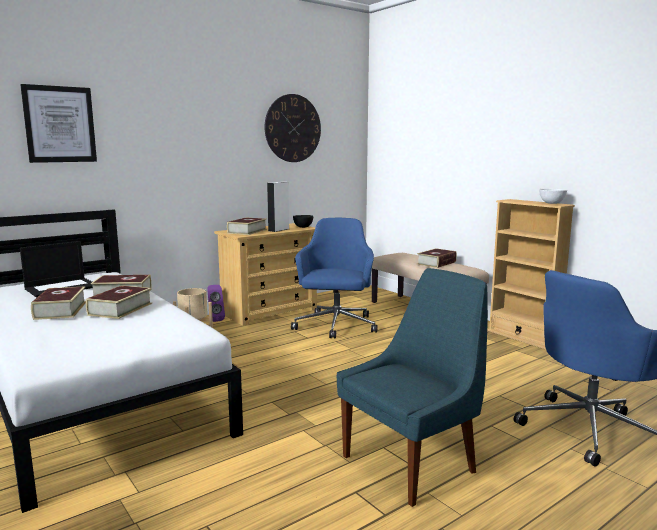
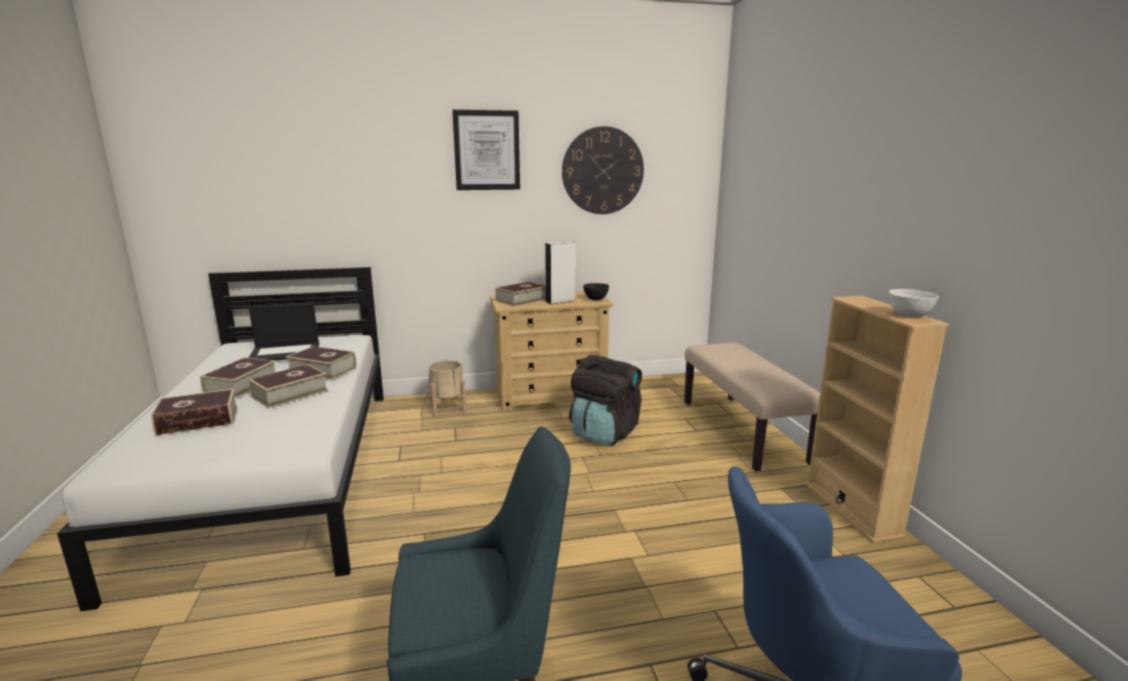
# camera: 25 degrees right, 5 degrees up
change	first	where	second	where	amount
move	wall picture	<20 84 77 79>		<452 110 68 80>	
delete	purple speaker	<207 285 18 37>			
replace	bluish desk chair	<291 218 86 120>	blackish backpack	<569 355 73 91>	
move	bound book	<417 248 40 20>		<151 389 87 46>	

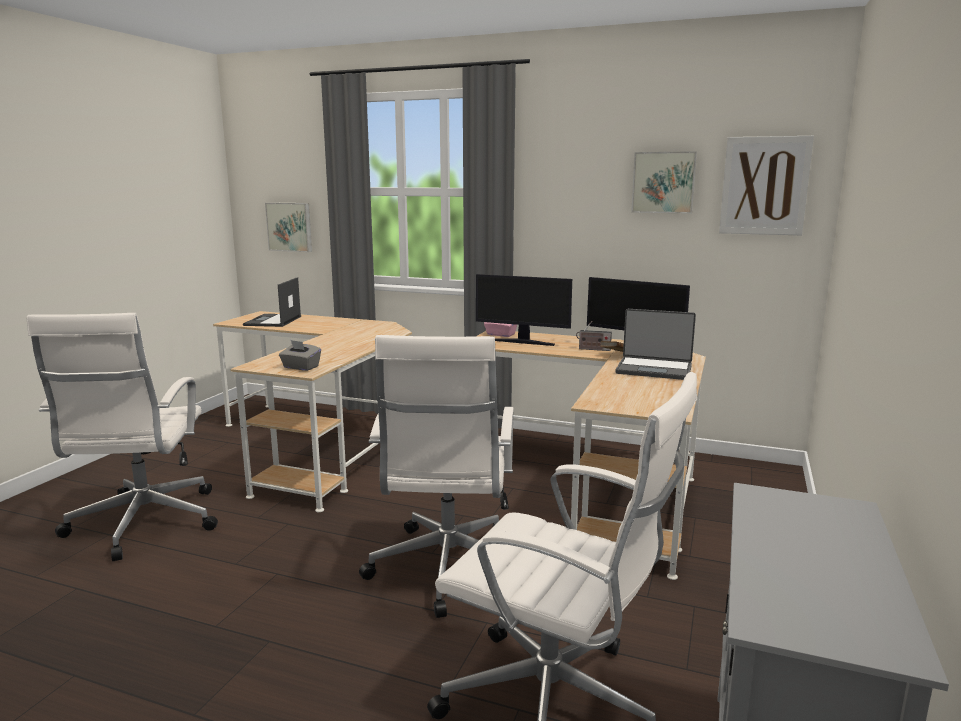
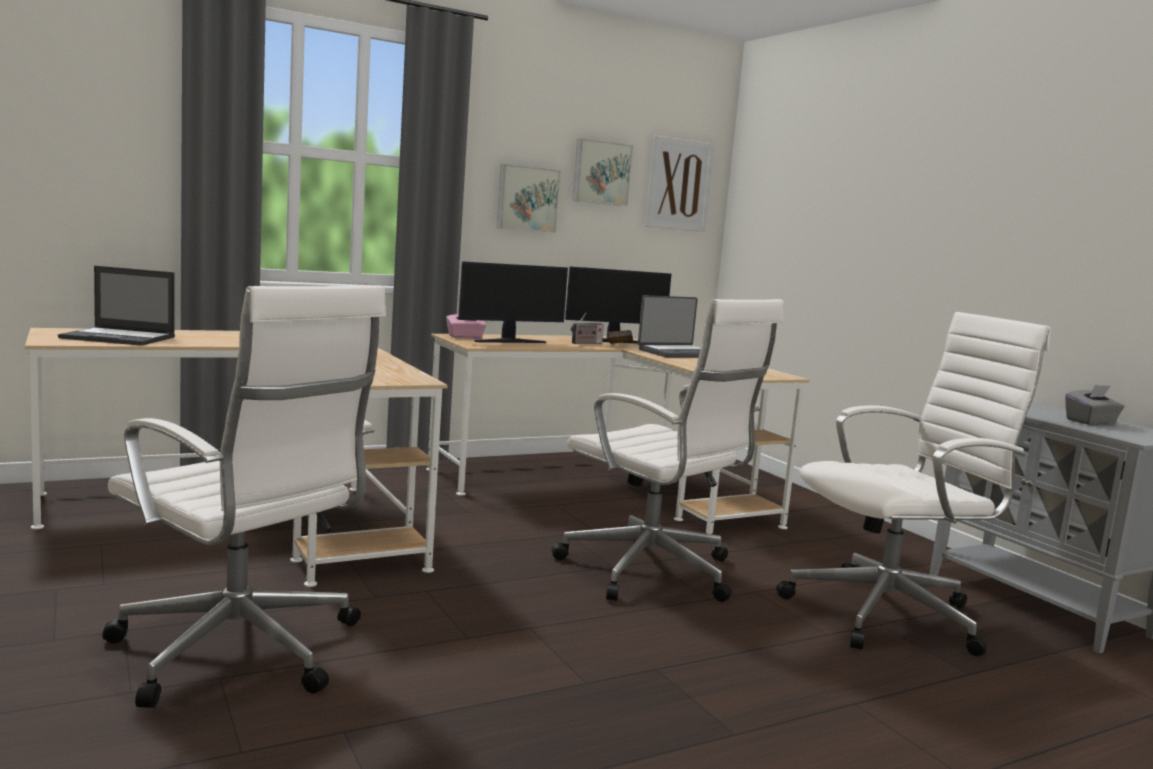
# camera: 50 degrees left, 5 degrees down
change	first	where	second	where	amount
rotate	laptop	<243 277 58 50>		<58 266 117 80>	45 degrees counterclockwise
move	wall picture	<265 202 47 50>		<497 164 64 69>	
move	greyish box of tissues	<279 340 42 31>		<1065 385 59 40>	

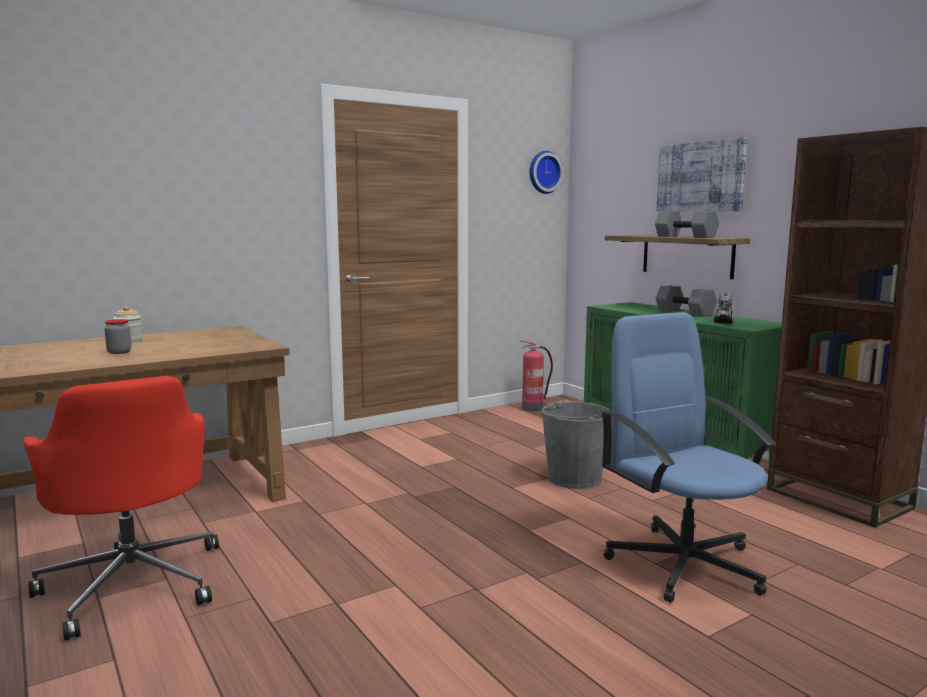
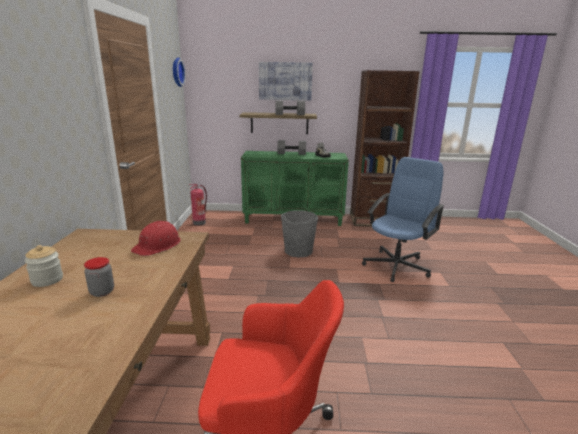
# camera: 55 degrees left, 10 degrees up
change	first	where	second	where	amount
rotate	bluish desk chair	<601 312 175 291>		<362 157 83 125>	120 degrees clockwise
insert			red hard hat	<131 221 50 35>	

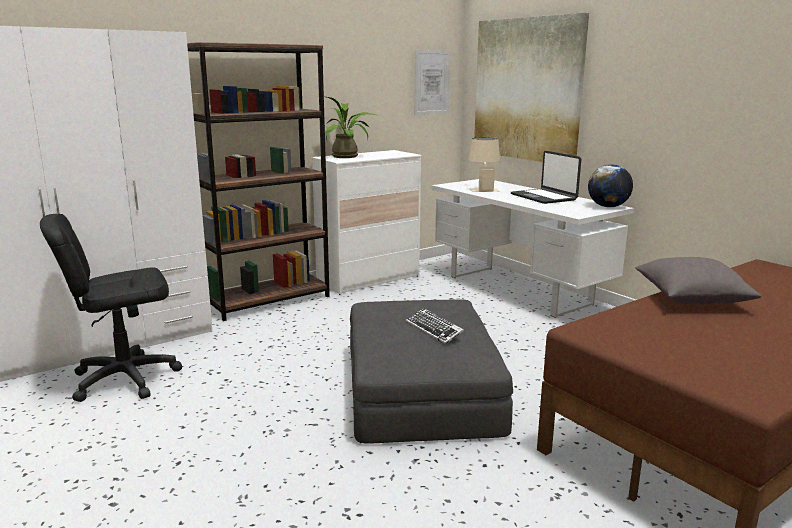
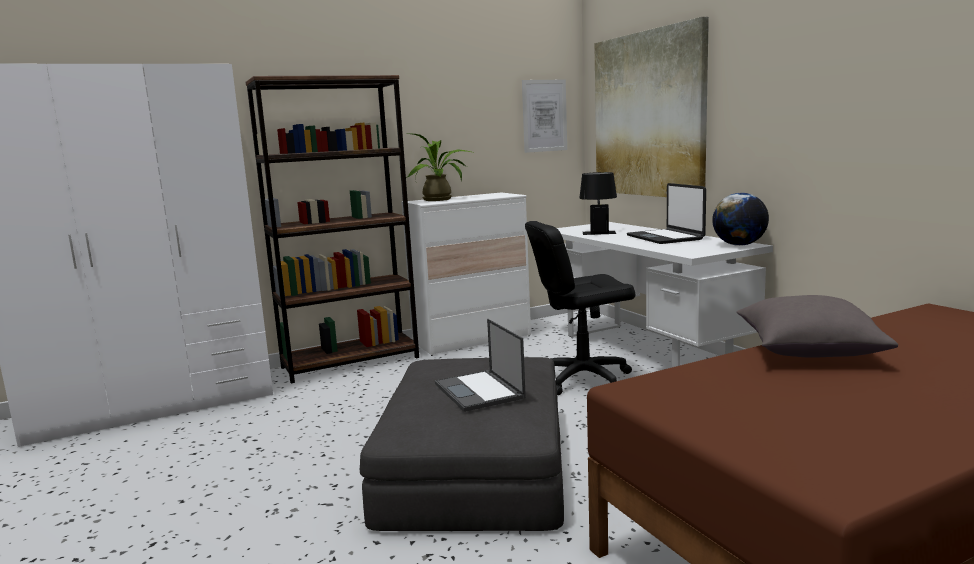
# camera: 10 degrees right, 5 degrees down
change	first	where	second	where	amount
move	blackish desk chair	<40 214 142 188>		<525 221 110 174>	
replace	PC keyboard	<406 308 58 36>	laptop	<435 319 91 93>	
recolor	beige-coloured table lamp	<468 137 32 55>	blackish table lamp	<579 172 38 63>	

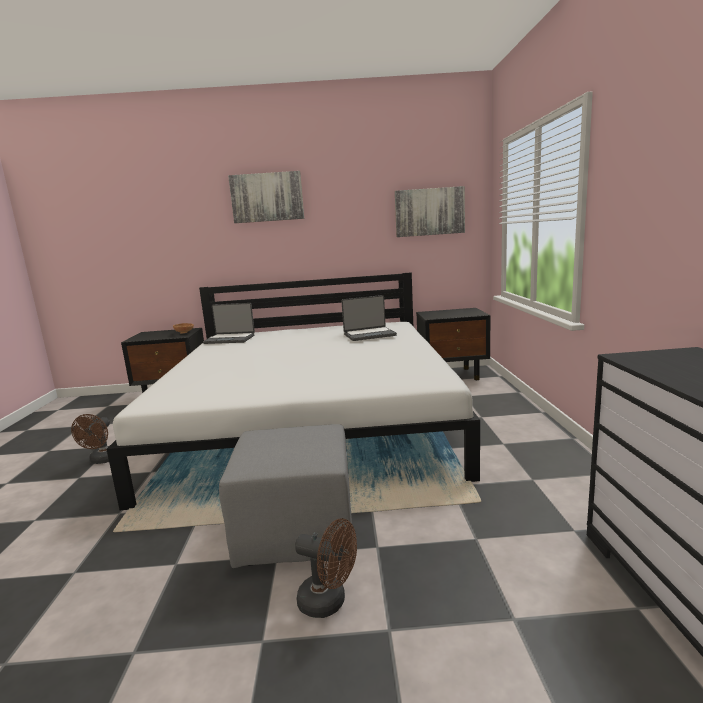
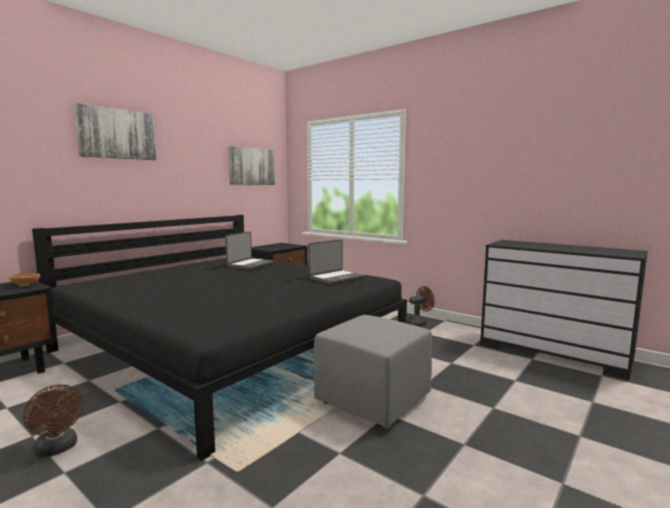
# camera: 50 degrees left, 5 degrees down
change	first	where	second	where	amount
recolor	white bedroom bed	<106 272 374 238>	blackish bedroom bed	<32 215 375 246>	
move	laptop	<203 303 52 41>		<308 239 56 46>	
move	brownish fan	<295 518 62 100>		<407 286 28 41>	

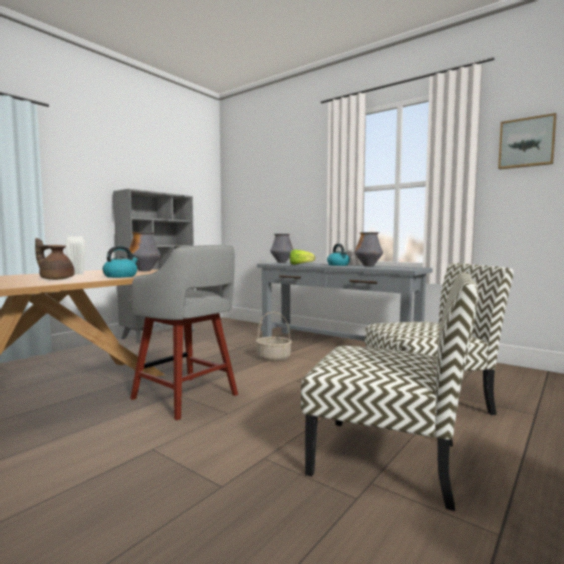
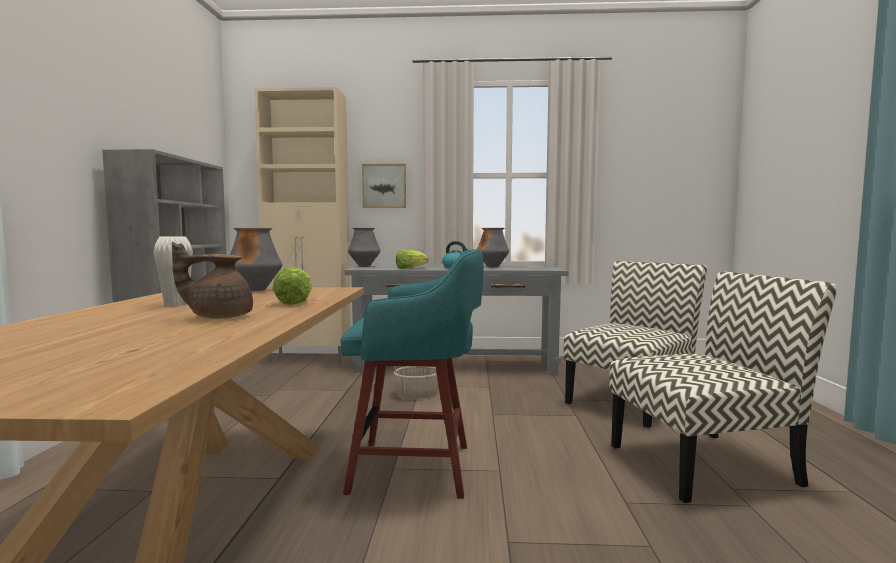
# camera: 35 degrees left, 0 degrees up
change	first	where	second	where	amount
replace	kettle	<103 246 36 32>	lettuce	<273 267 39 38>	
recolor	greyish stool	<129 245 109 175>	blue-green stool	<340 249 144 250>	
move	wall picture	<498 113 59 57>		<362 164 44 44>	
insert			beige-coloured cupboard	<254 87 97 276>	

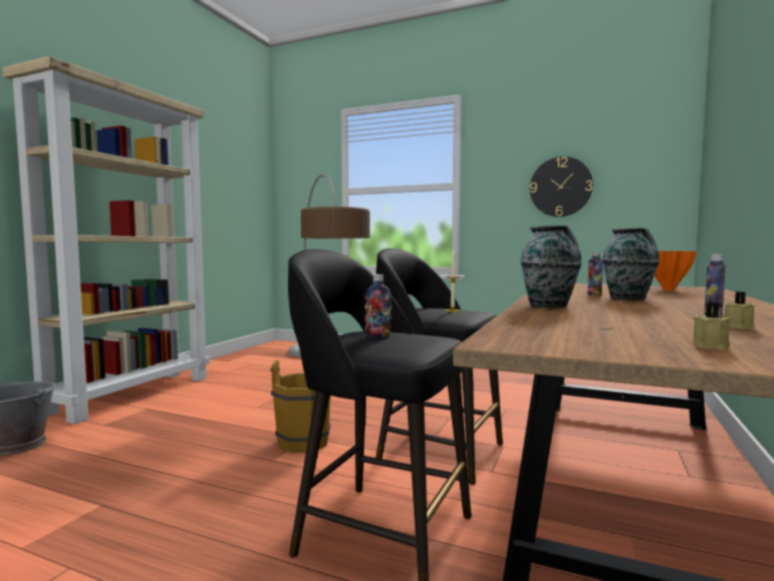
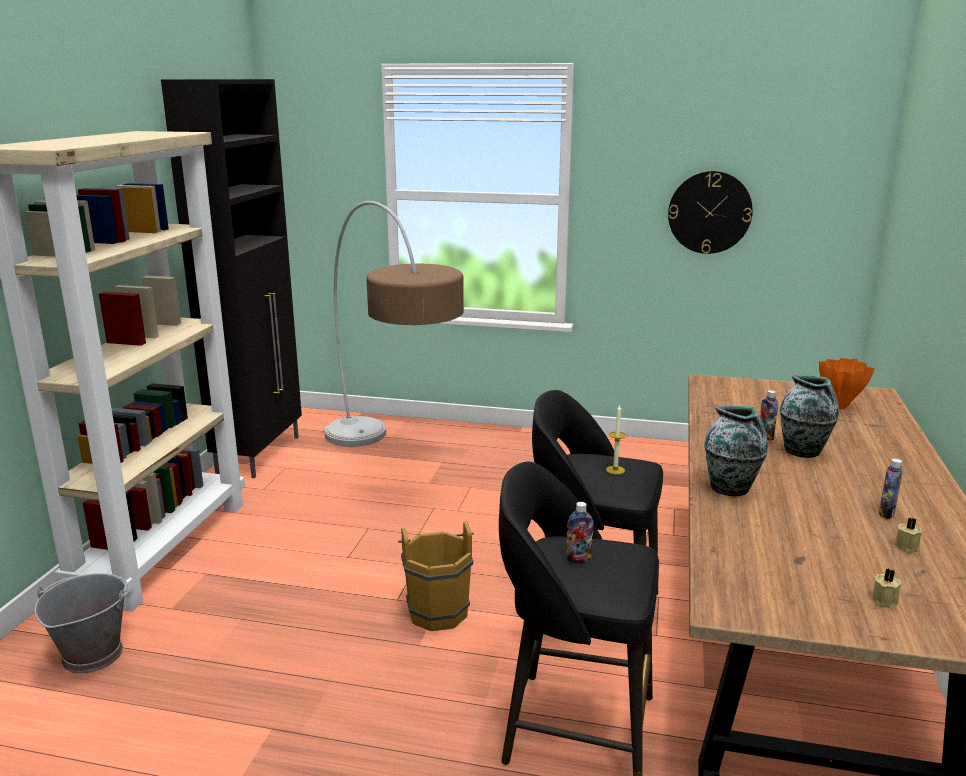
# camera: 10 degrees left, 15 degrees up
change	first	where	second	where	amount
insert			blackish cupboard	<161 79 141 399>	

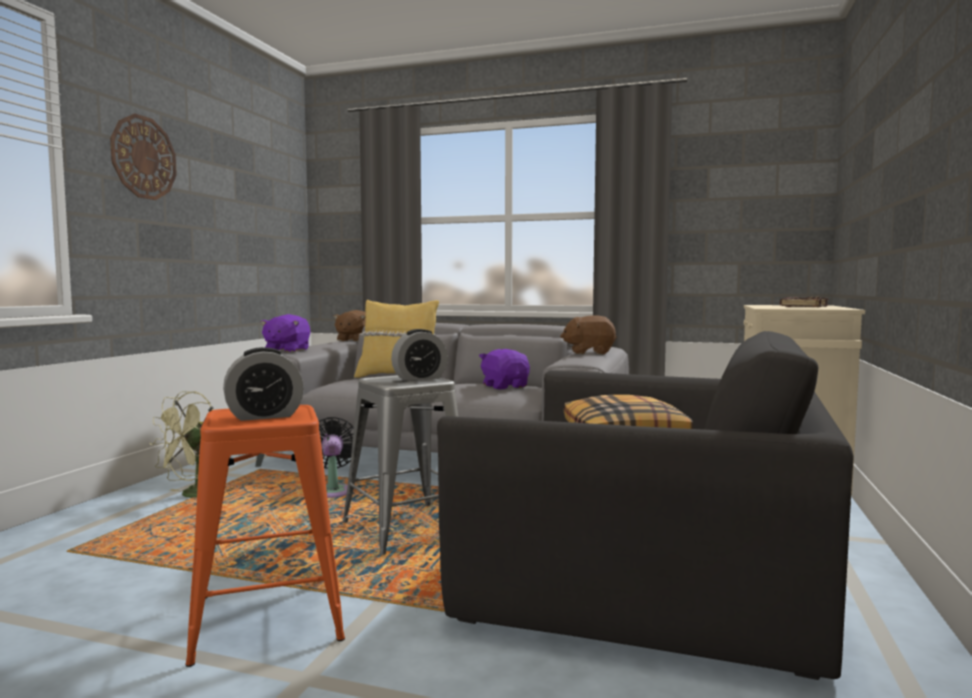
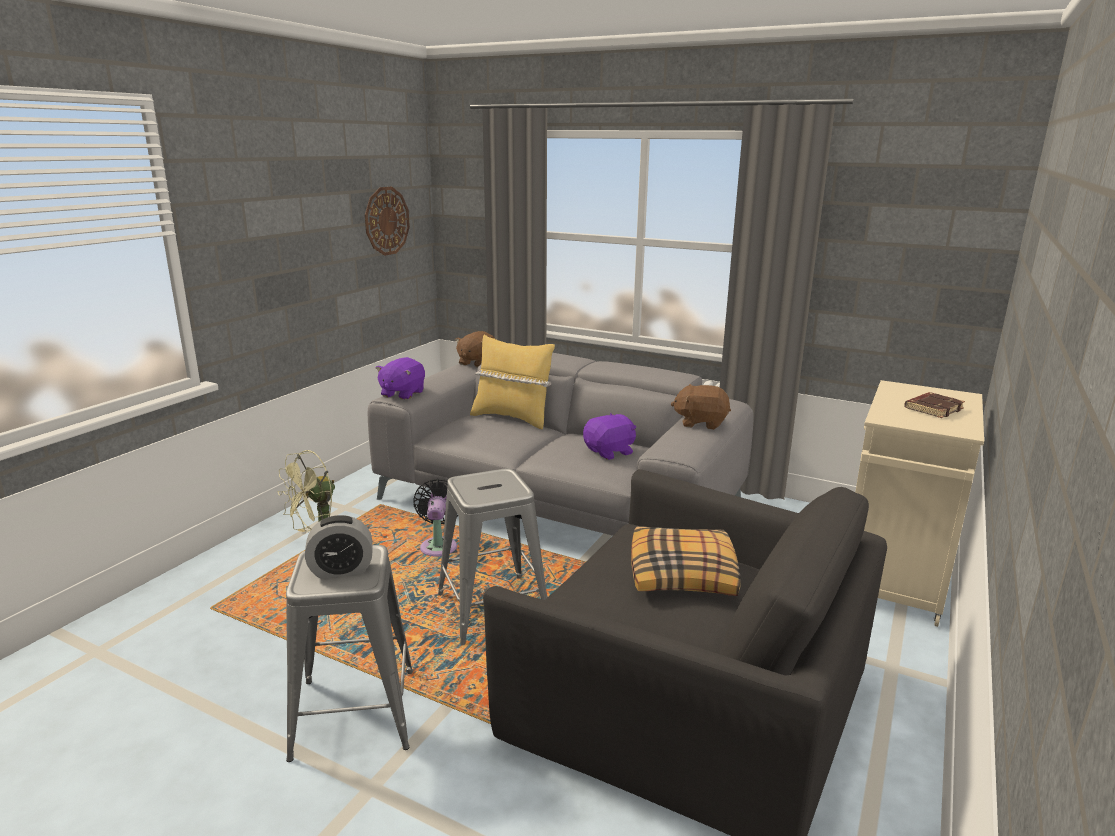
# camera: 10 degrees right, 15 degrees up
change	first	where	second	where	amount
move	wall clock	<110 114 67 86>		<365 187 45 69>	
recolor	orange stool	<186 405 159 262>	greyish stool	<286 545 127 217>	
delete	table clock	<391 329 57 52>			
rotate	purple plush toy	<479 349 51 40>		<583 413 53 47>	75 degrees clockwise

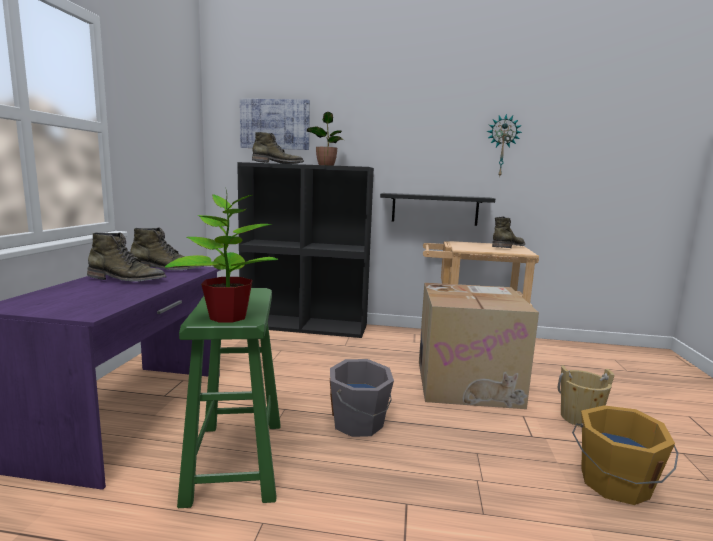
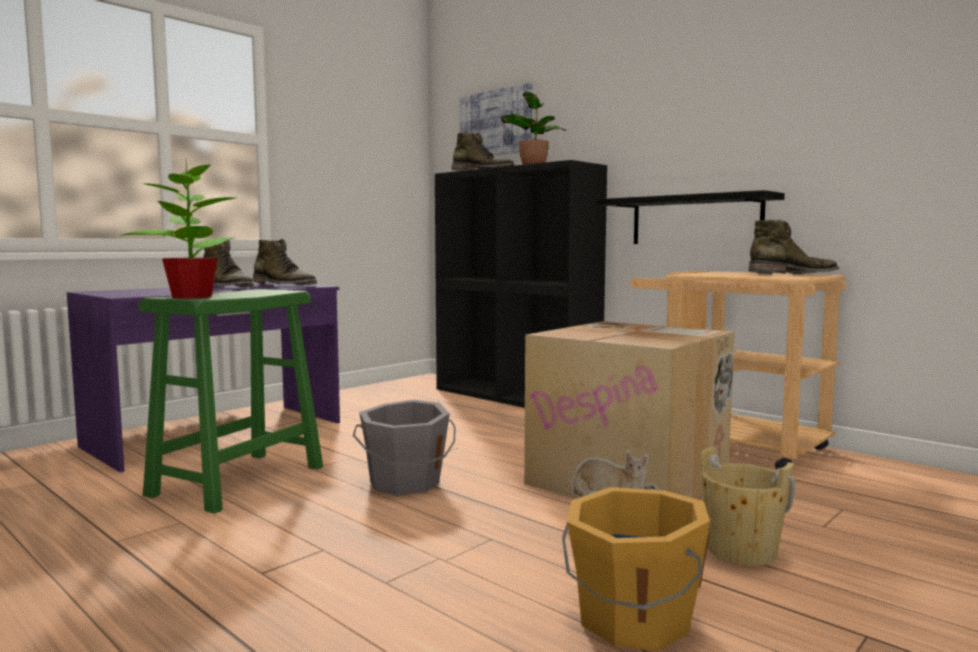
# camera: 35 degrees right, 5 degrees down
change	first	where	second	where	amount
delete	wall clock	<487 114 35 62>			

